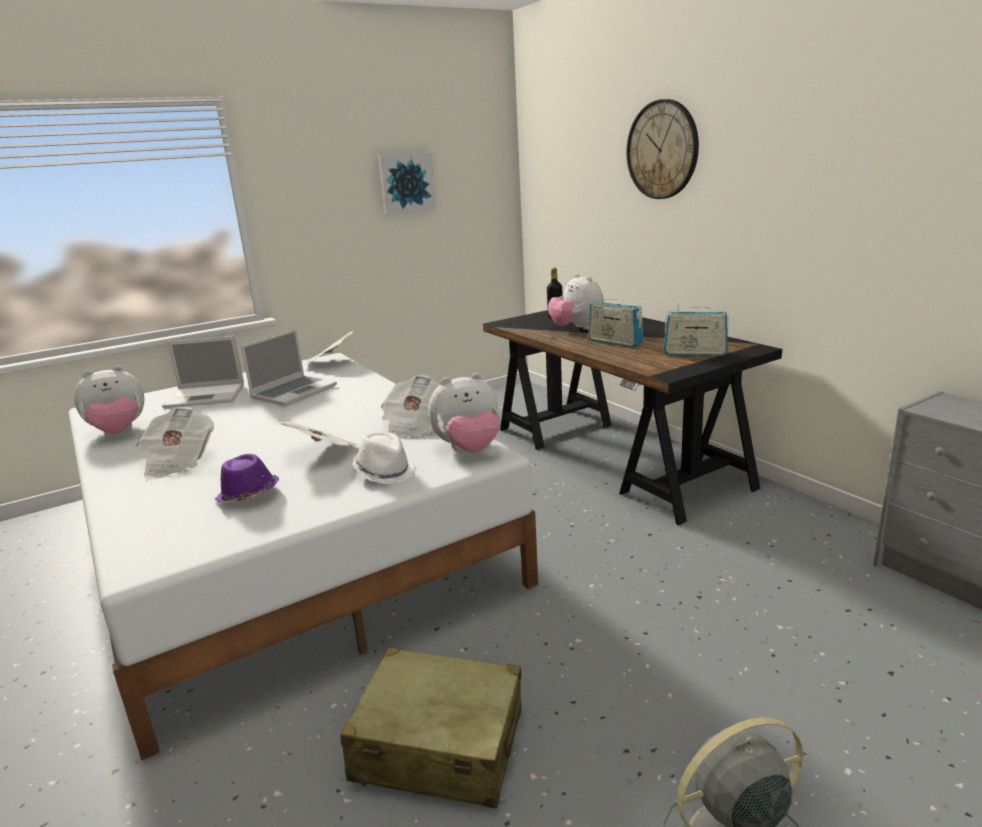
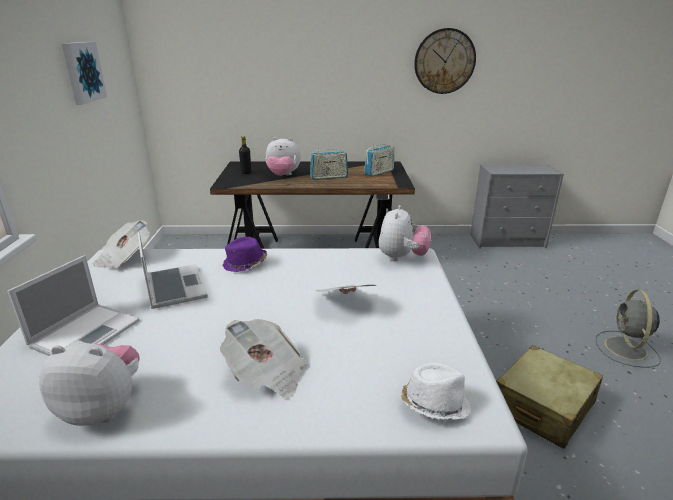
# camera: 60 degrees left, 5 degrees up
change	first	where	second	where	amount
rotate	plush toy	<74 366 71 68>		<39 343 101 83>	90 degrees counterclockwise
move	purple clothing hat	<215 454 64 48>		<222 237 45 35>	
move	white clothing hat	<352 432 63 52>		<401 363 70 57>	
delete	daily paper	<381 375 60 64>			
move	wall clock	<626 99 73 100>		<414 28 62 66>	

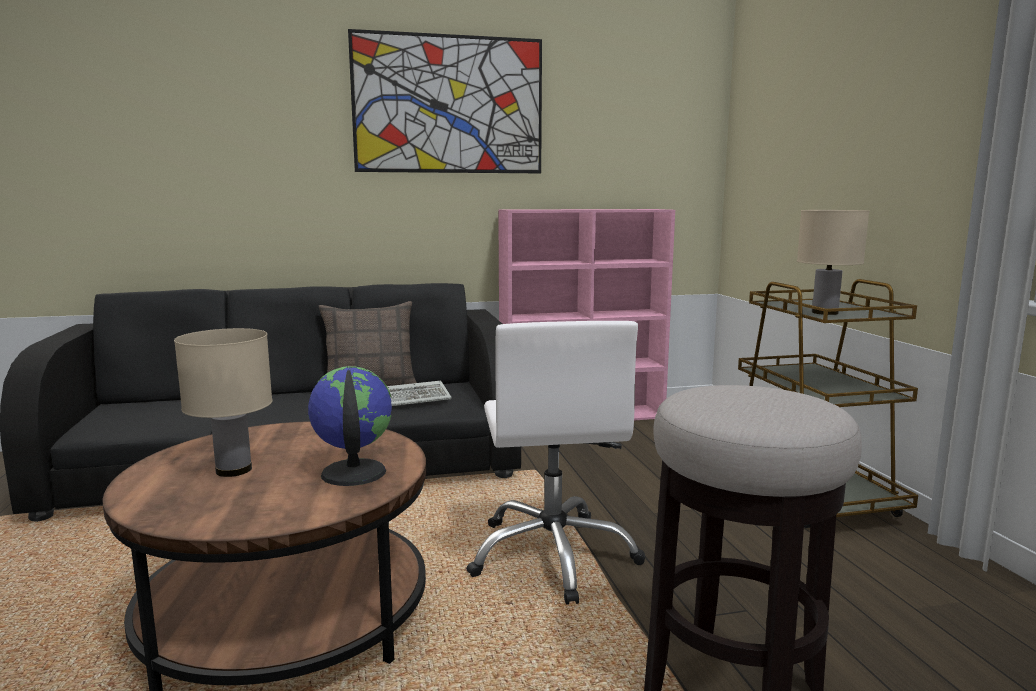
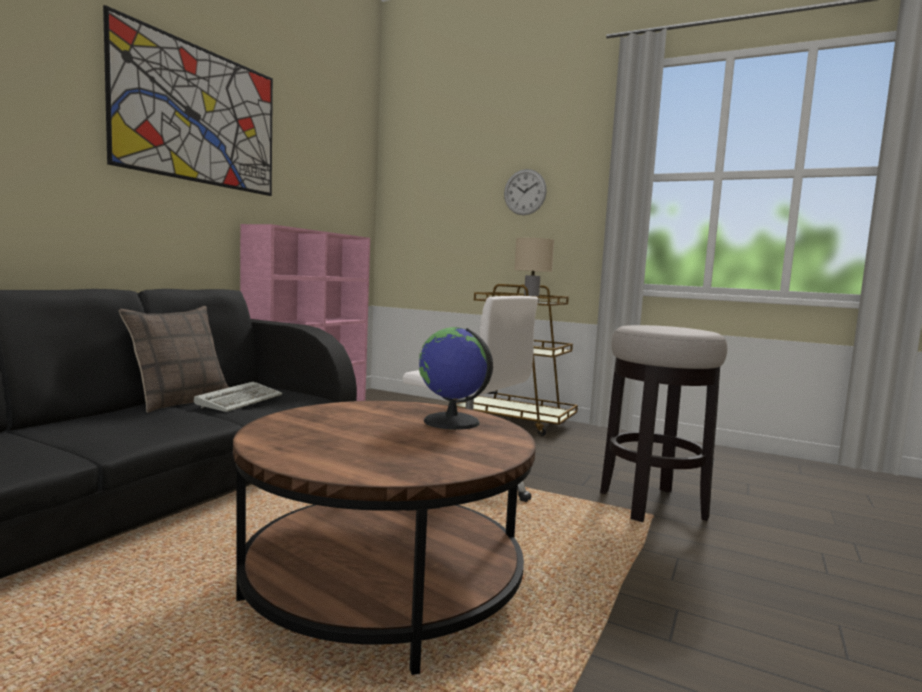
# camera: 50 degrees left, 5 degrees down
change	first	where	second	where	amount
delete	beige-coloured table lamp	<174 328 98 149>			
insert			wall clock	<504 169 43 46>	

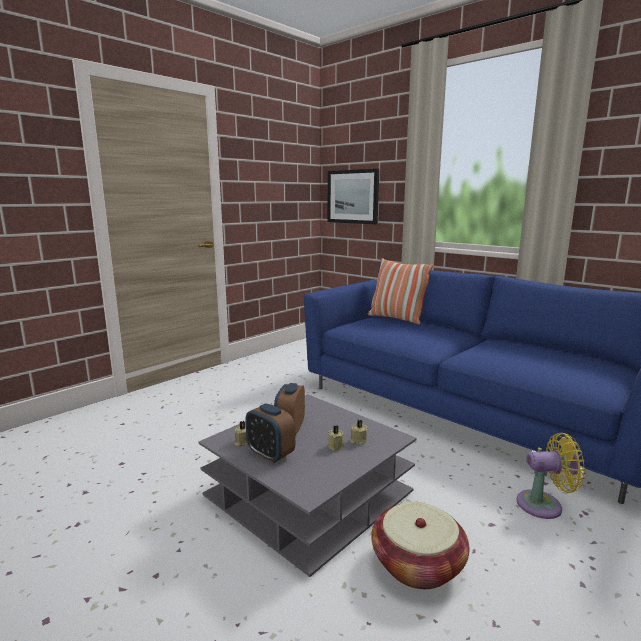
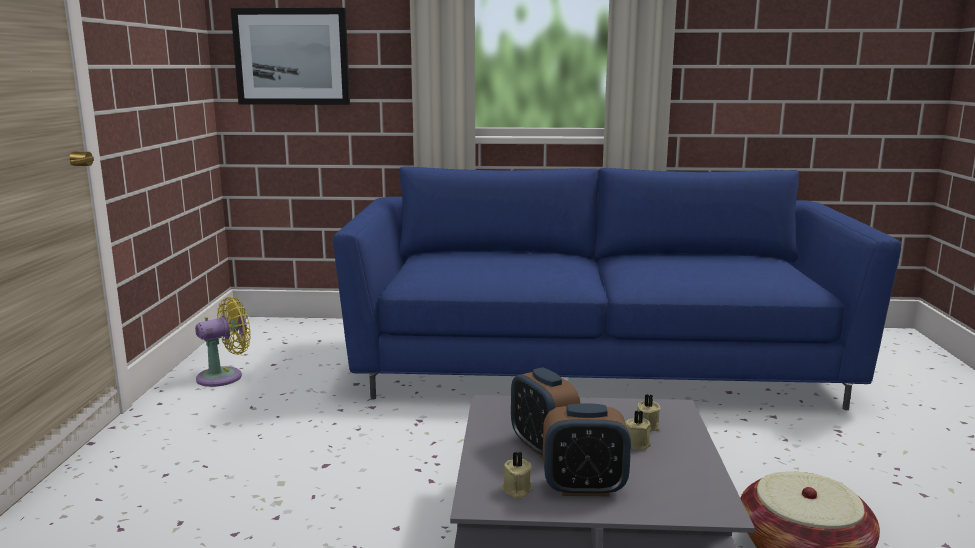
# camera: 40 degrees left, 0 degrees up
change	first	where	second	where	amount
delete	cushion	<368 258 65 67>			
move	yellowish fan	<517 433 68 86>		<195 297 56 90>	

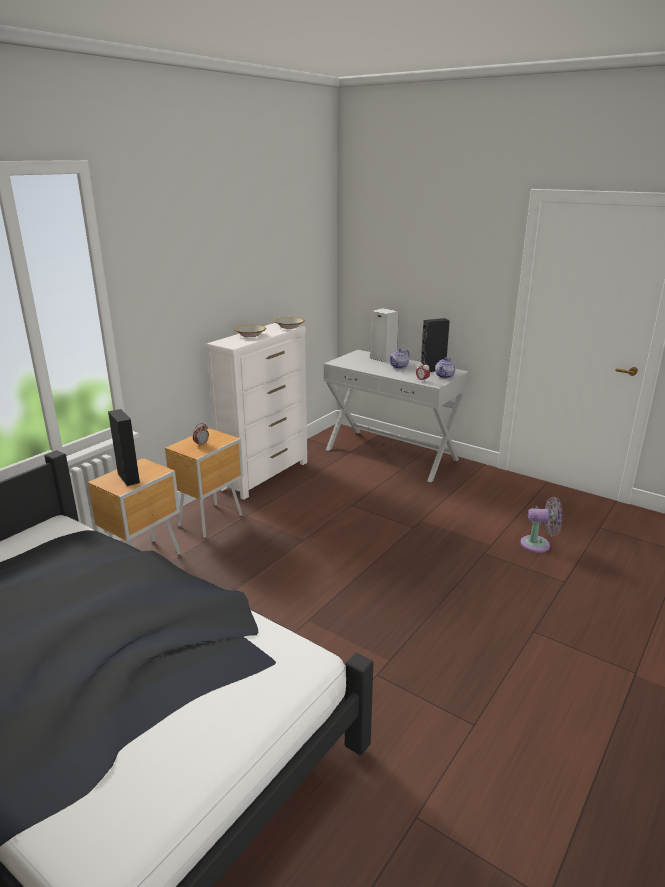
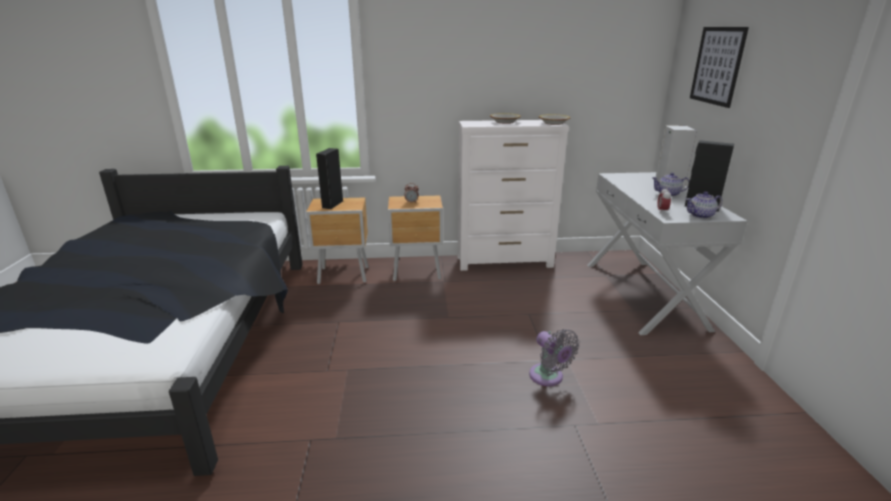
# camera: 50 degrees right, 0 degrees up
change	first	where	second	where	amount
move	greyish fan	<520 497 42 56>		<529 329 50 57>	
insert			wall picture	<690 27 59 81>	

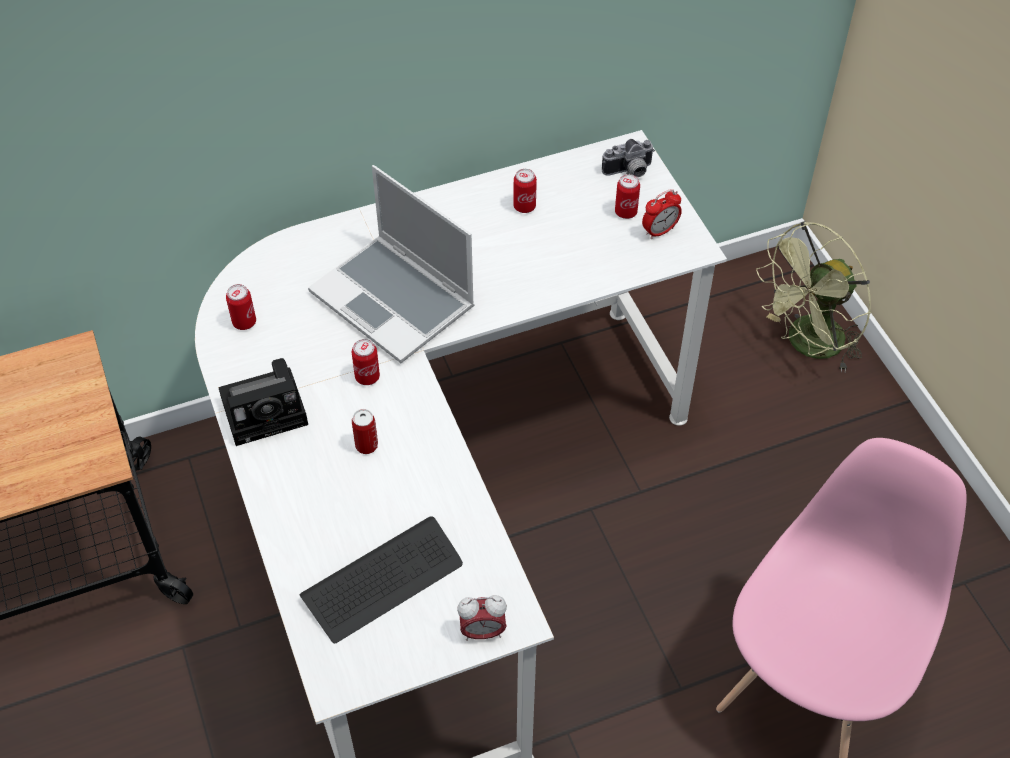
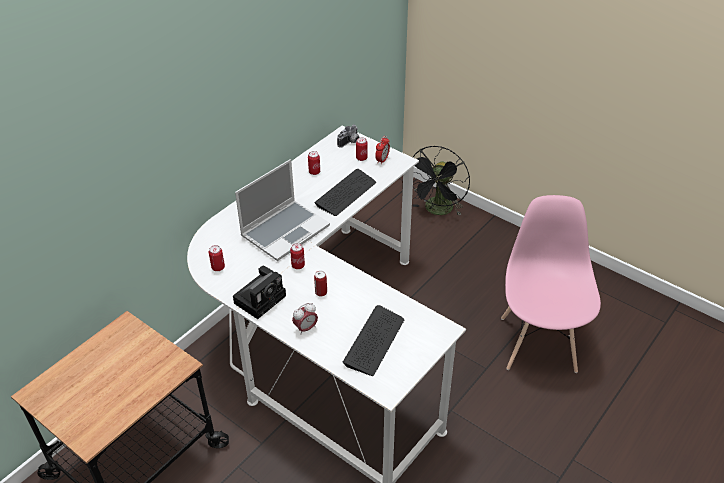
# camera: 30 degrees left, 10 degrees down
change	first	where	second	where	amount
rotate	laptop	<308 165 166 198>		<235 159 95 102>	60 degrees counterclockwise
move	table clock	<457 595 50 46>		<292 303 26 32>	
recolor	greenish fan	<756 221 115 151>	blackish fan	<412 146 58 70>	
insert			PC keyboard	<314 169 62 47>	

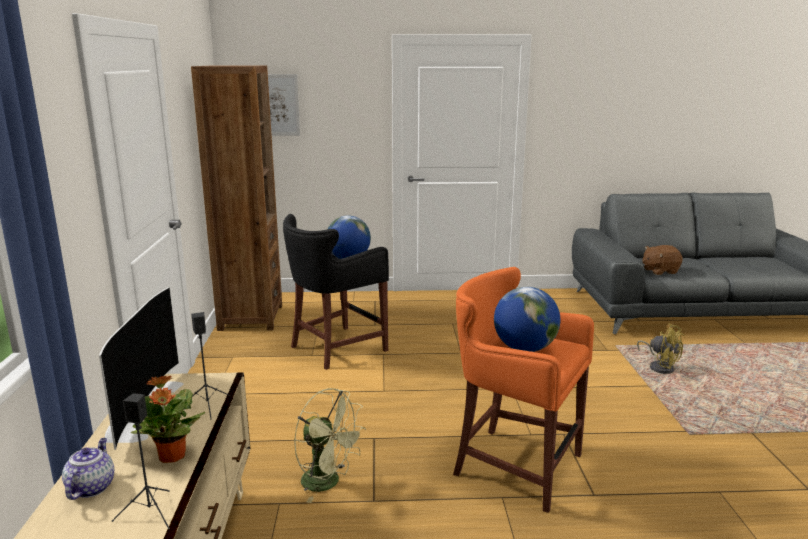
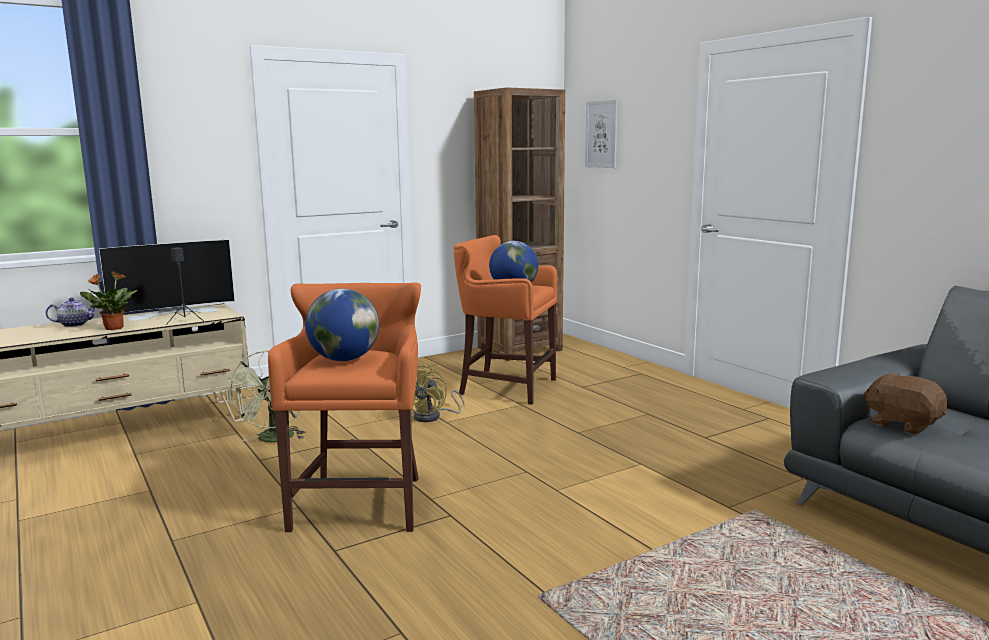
# camera: 60 degrees right, 5 degrees down
change	first	where	second	where	amount
delete	blackish speaker	<112 393 58 136>			
recolor	blackish stool	<283 214 106 156>	orange stool	<454 235 104 170>	
move	yellowish fan	<637 323 47 51>		<411 364 54 58>	

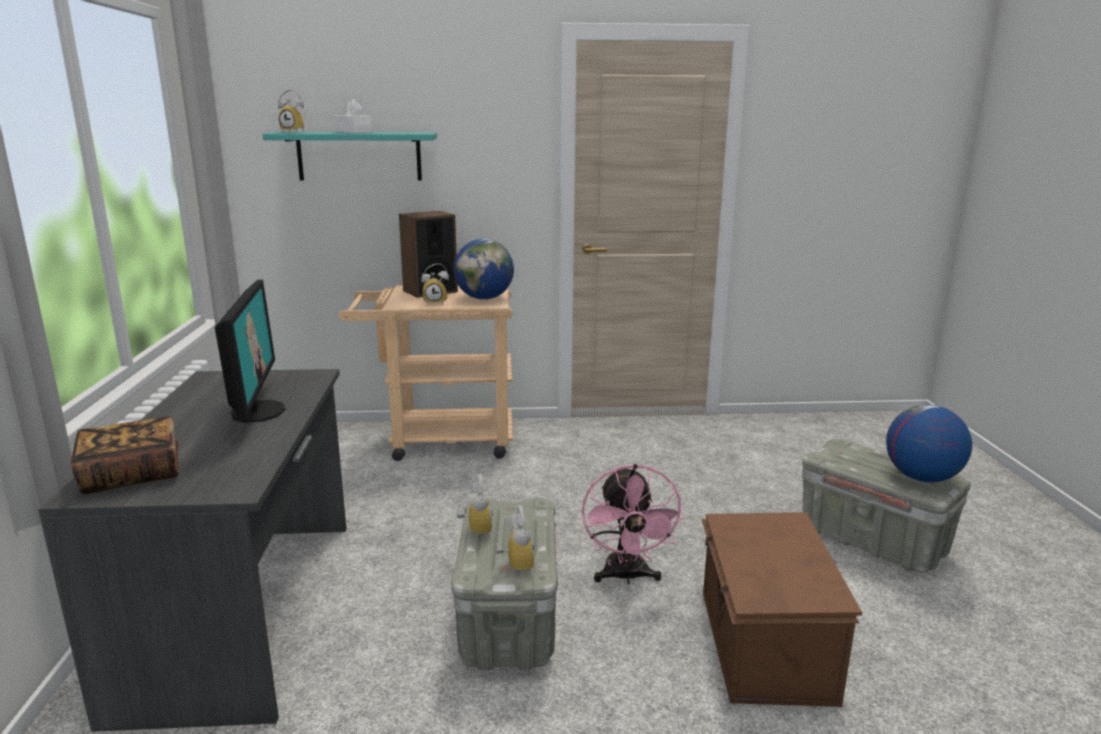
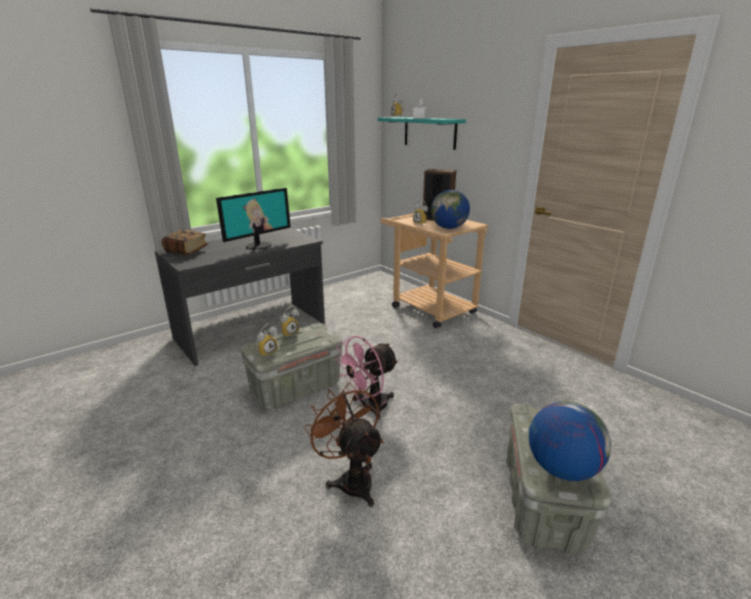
# camera: 55 degrees right, 5 degrees up
change	first	where	second	where	amount
replace	brownish storage container	<702 512 160 195>	brownish fan	<304 383 80 124>	

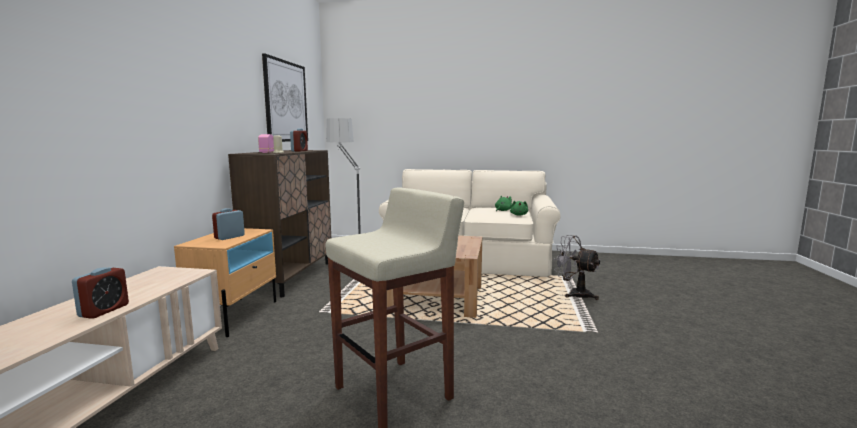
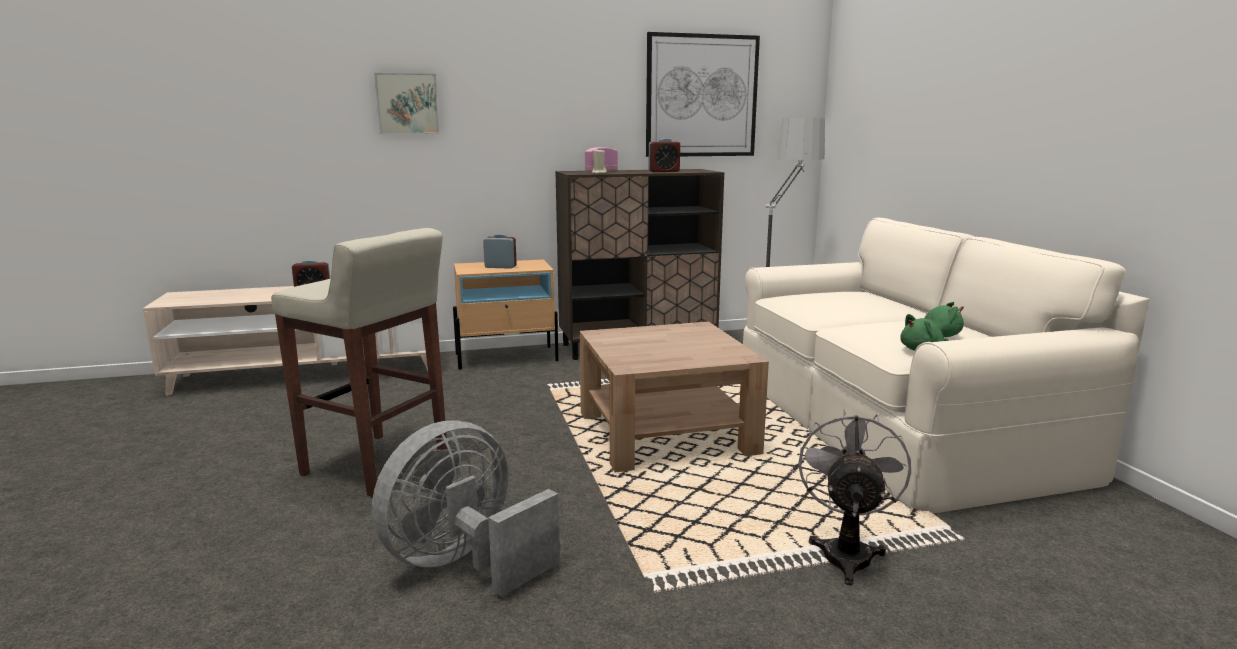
# camera: 65 degrees right, 5 degrees up
change	first	where	second	where	amount
insert			greyish fan	<372 421 188 176>	
insert			wall picture	<374 73 66 61>	

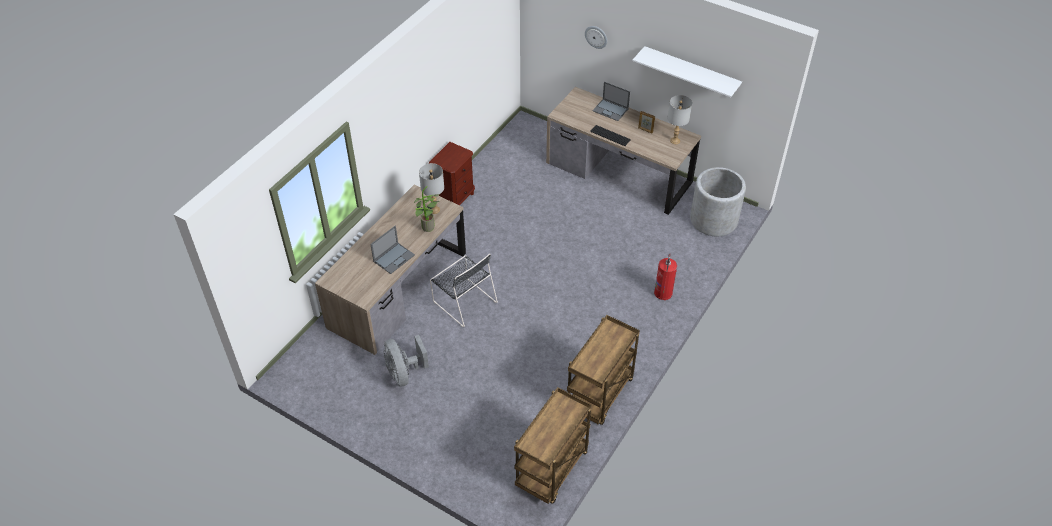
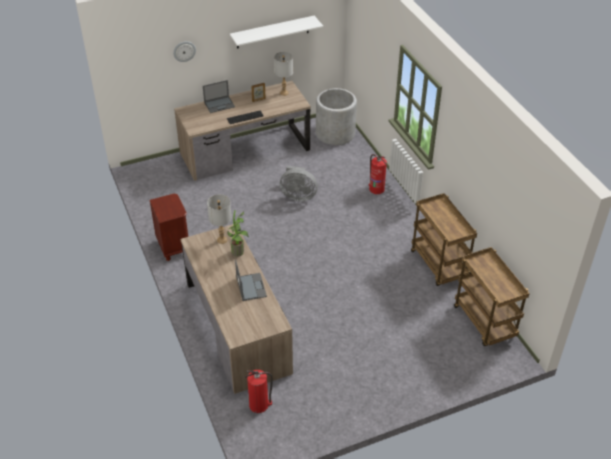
# camera: 55 degrees left, 5 degrees down
change	first	where	second	where	amount
move	greyish fan	<384 335 45 52>		<280 166 38 35>	
delete	blackish plain chair	<430 254 68 73>			
insert			fire extinguisher	<245 370 28 43>	

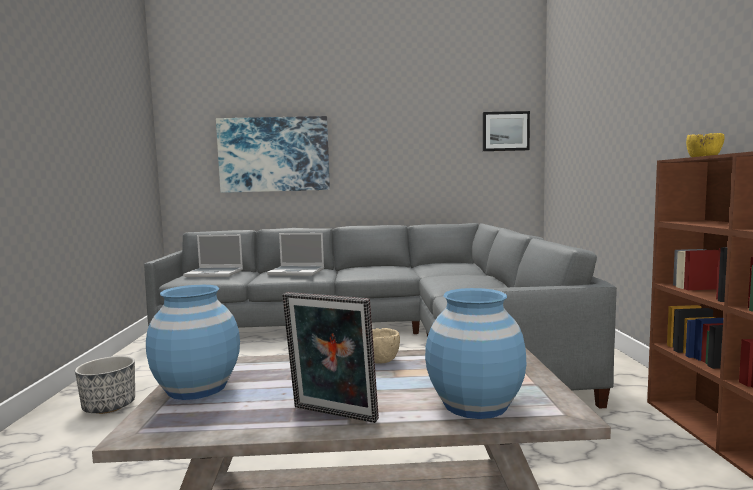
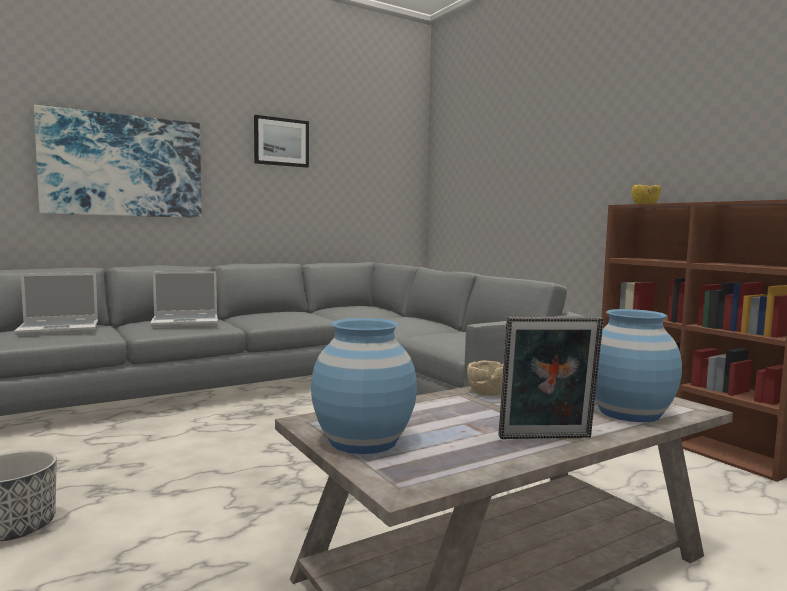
# camera: 30 degrees left, 0 degrees up
change	first	where	second	where	amount
move	wall picture	<483 111 47 40>		<254 115 55 53>	

